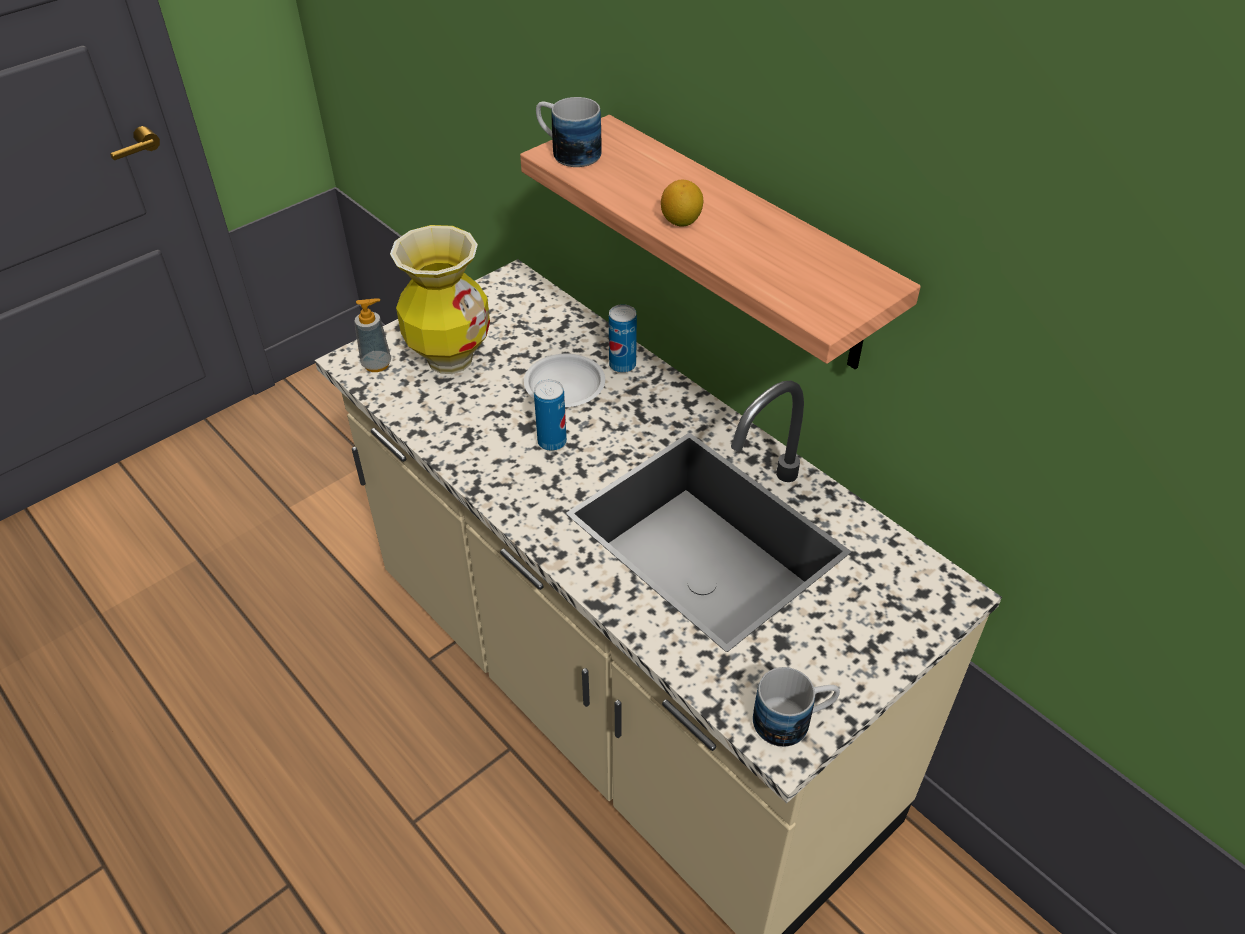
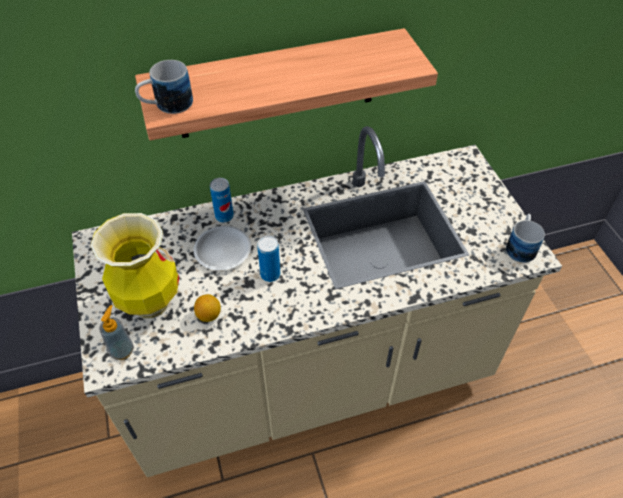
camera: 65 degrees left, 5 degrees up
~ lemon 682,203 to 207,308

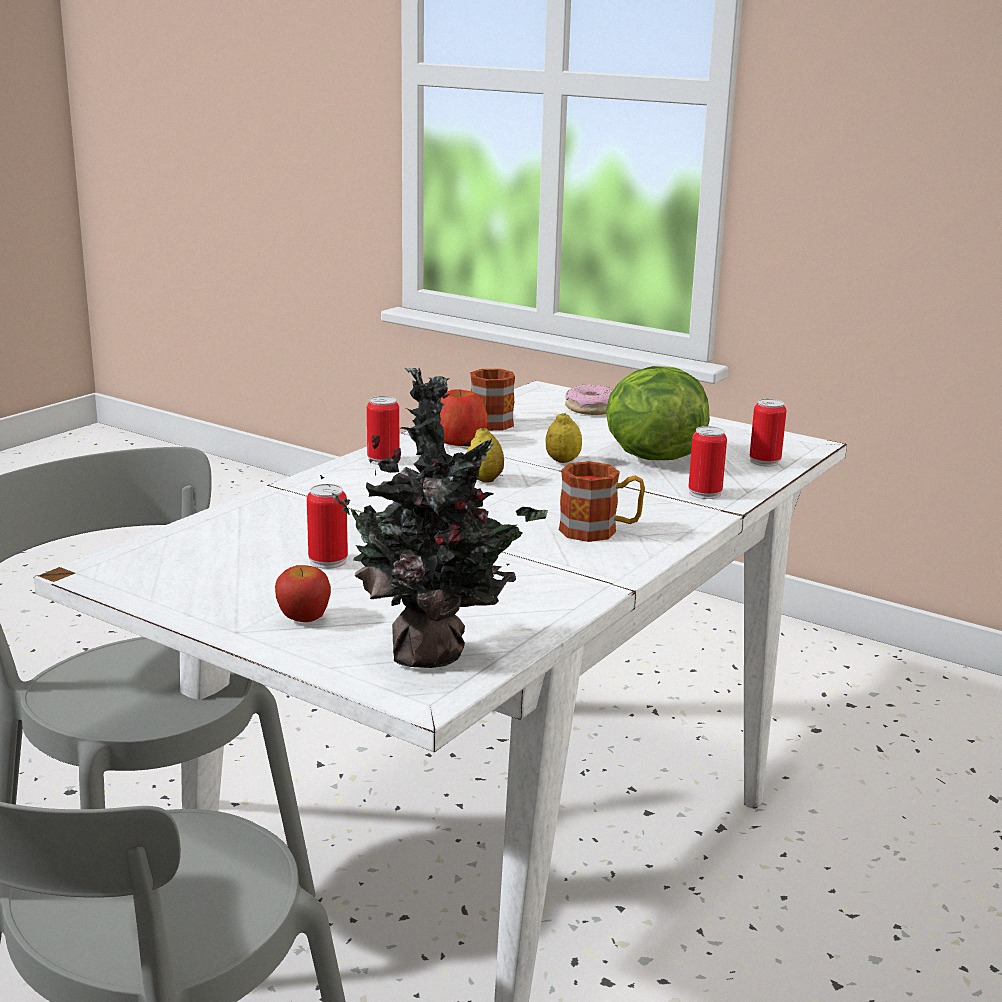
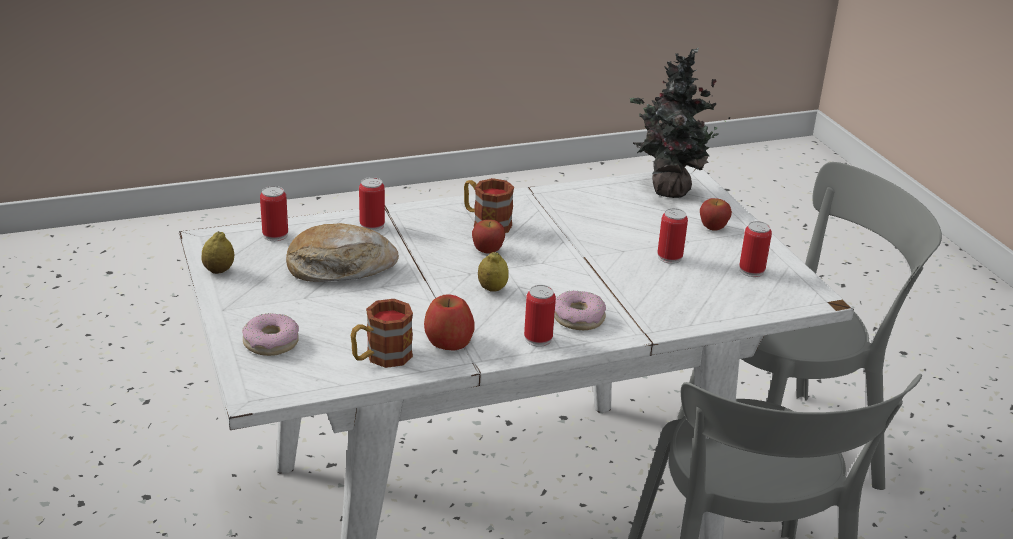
camera: 145 degrees left, 10 degrees up
+ apple fruit 488,237
+ ring doughnut 580,310
+ can 755,249
~ lemon 564,438 to 218,252
~ head of lettuce 658,413 to bakery bread 342,252

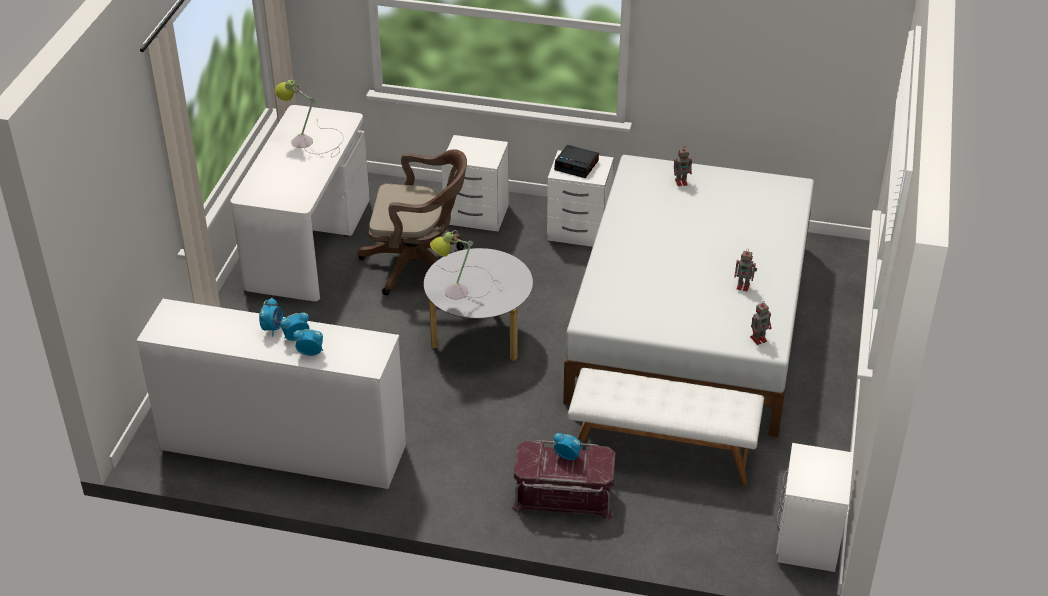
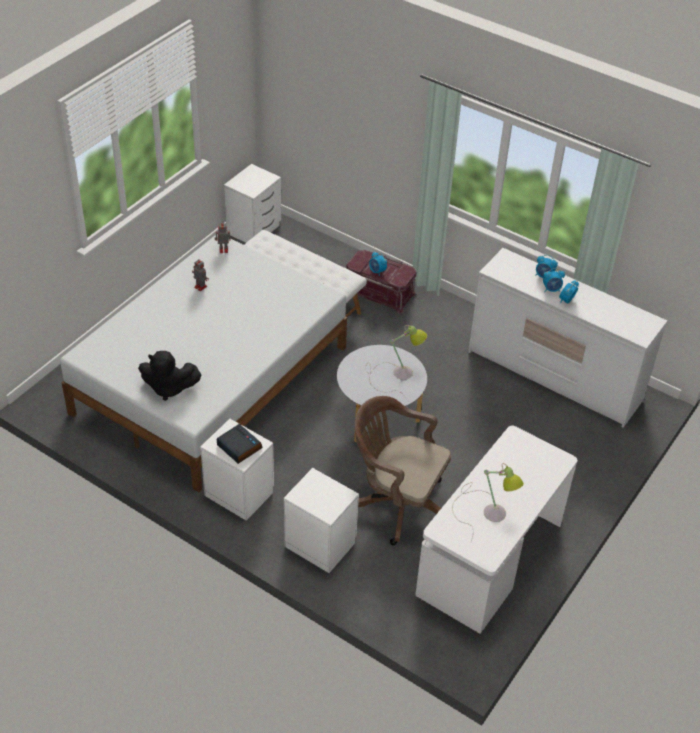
camera: 160 degrees left, 5 degrees up
~ toy robot 683,166 to black cuddly toy 170,376

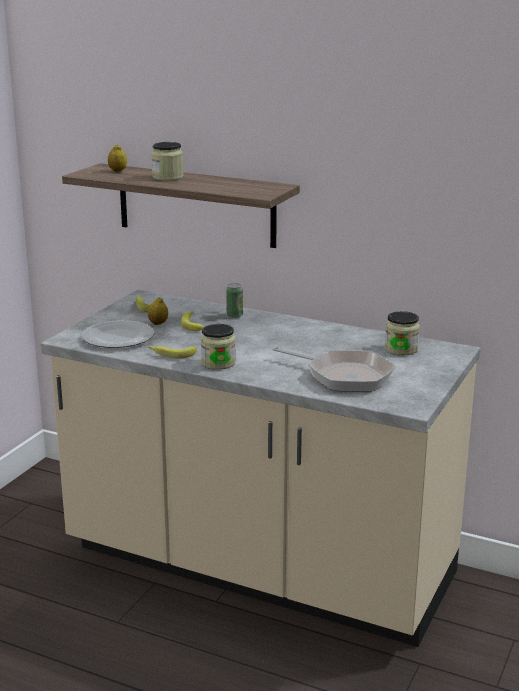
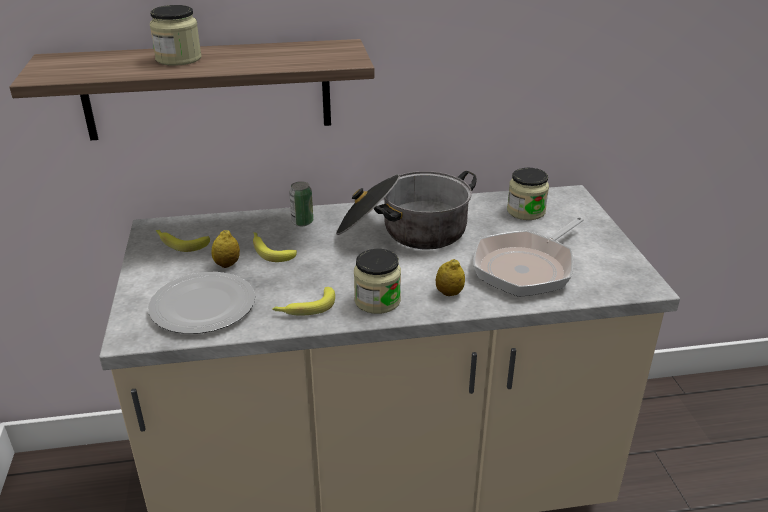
camera: 35 degrees left, 10 degrees up
+ stockpot 406,210
~ lemon 117,158 to 450,277
~ pan 334,369 = 528,257 135 degrees clockwise

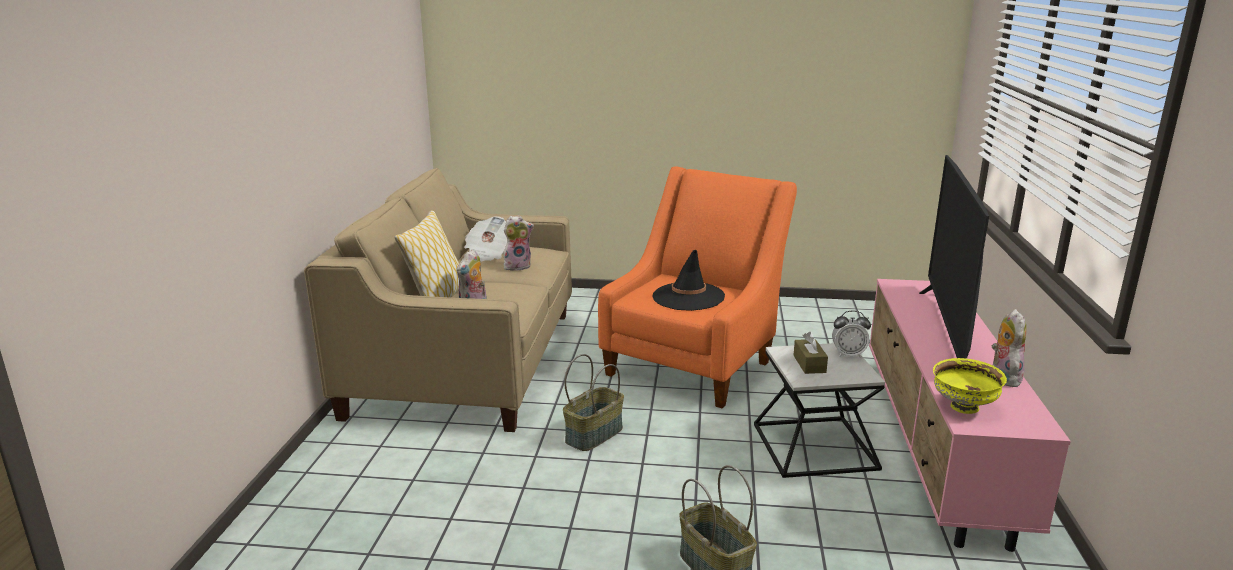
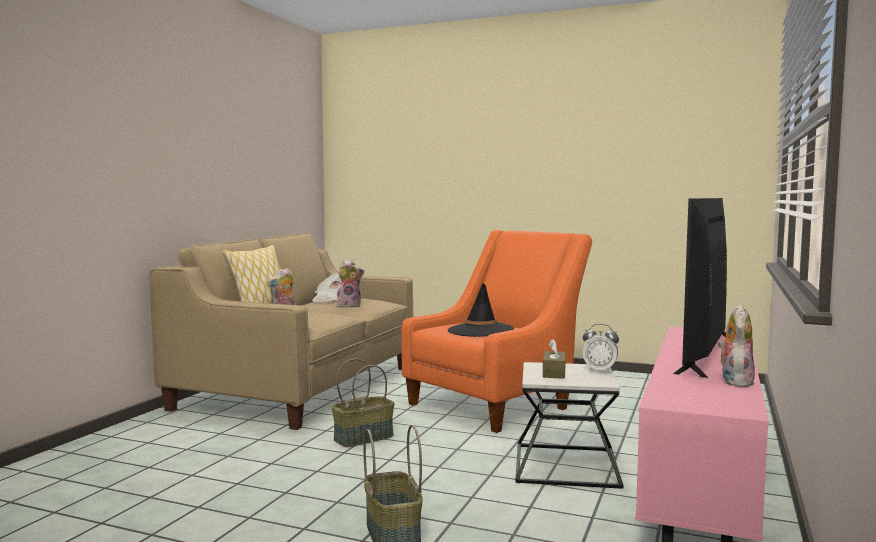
camera: 15 degrees right, 15 degrees down
- yellowish deep dish 970,386

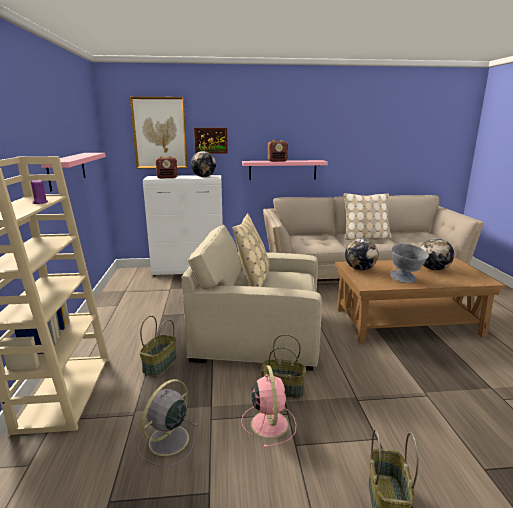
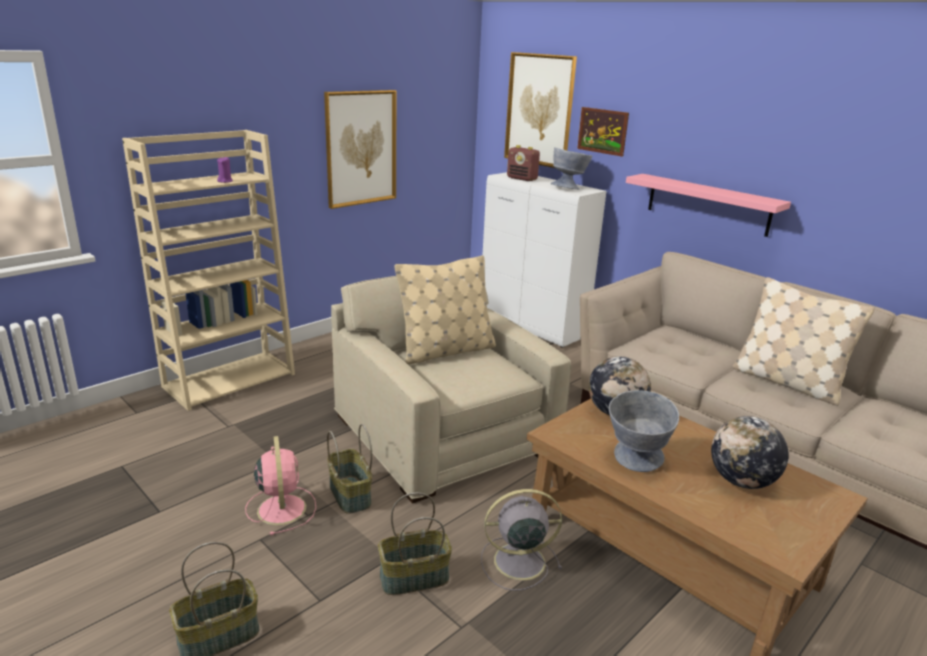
camera: 50 degrees right, 5 degrees up
- radio 278,151
~ gray electric fan 167,422 to 521,540
~ storage basket 158,346 to 415,543
~ pink wall shelf 73,172 to wall art 360,149
~ globe 203,164 to gray deep dish 571,168
~ pink electric fan 268,406 = 280,485 60 degrees counterclockwise

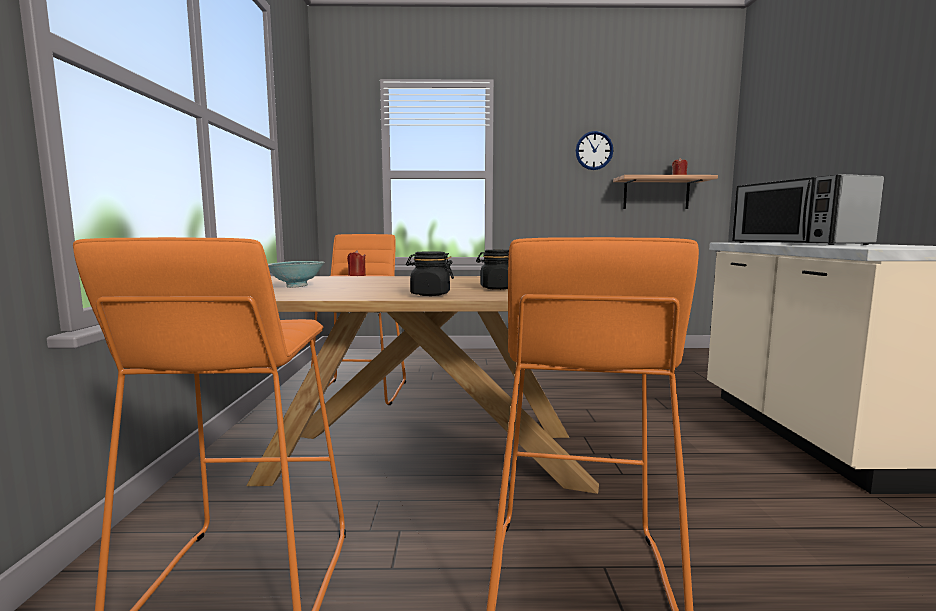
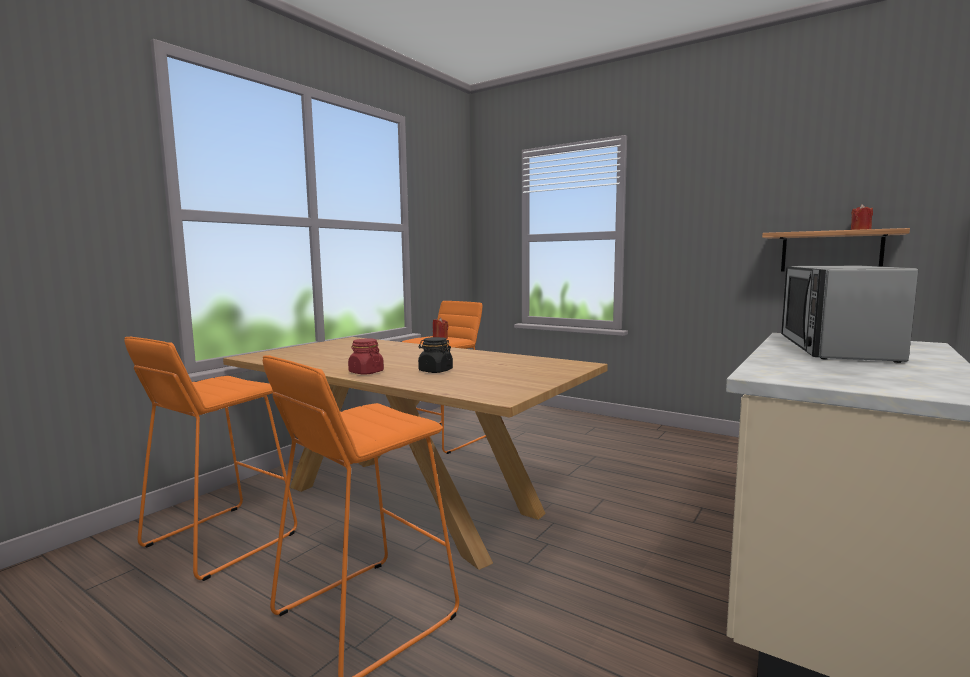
camera: 35 degrees right, 0 degrees up
- deep dish 296,274
- wall clock 594,150
~ black storage jar 430,273 to reddish storage jar 366,356

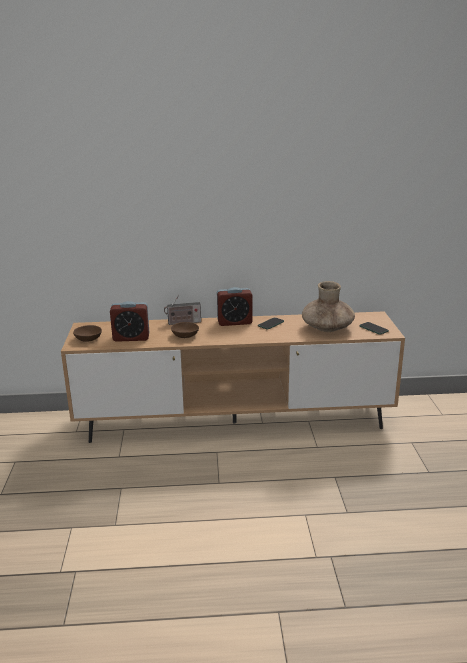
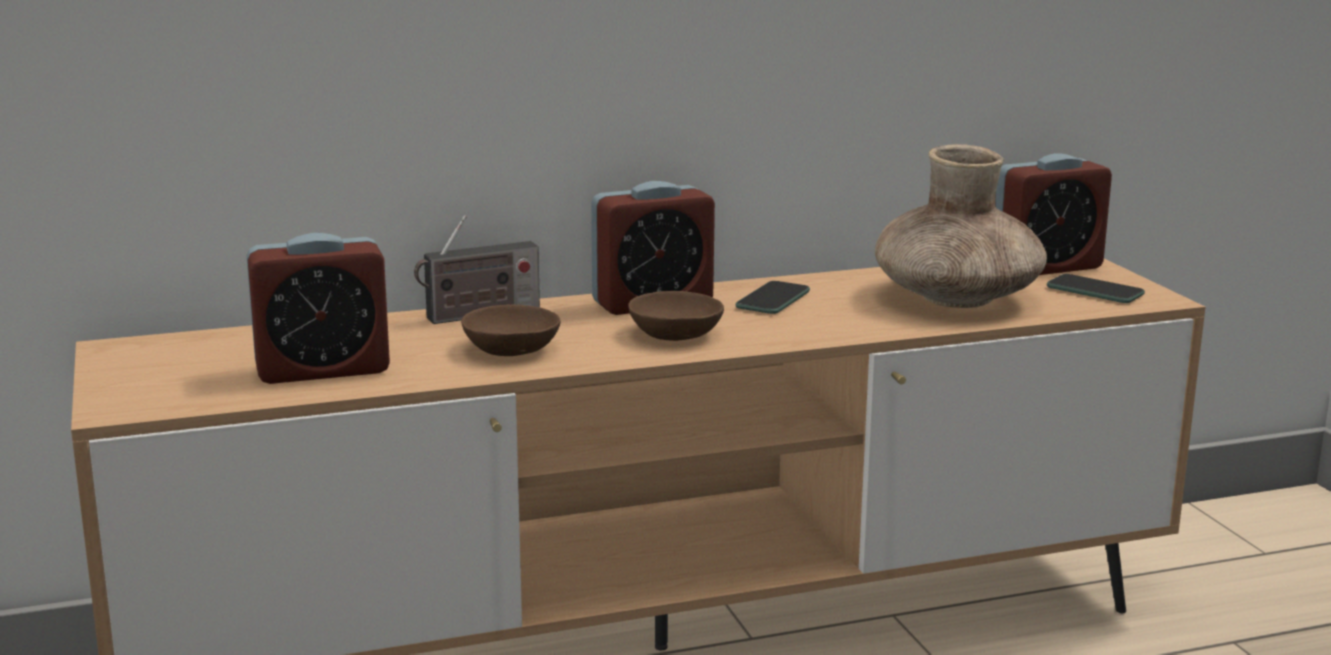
camera: 15 degrees left, 5 degrees down
+ alarm clock 1053,214
~ brown deep dish 87,333 to 676,316

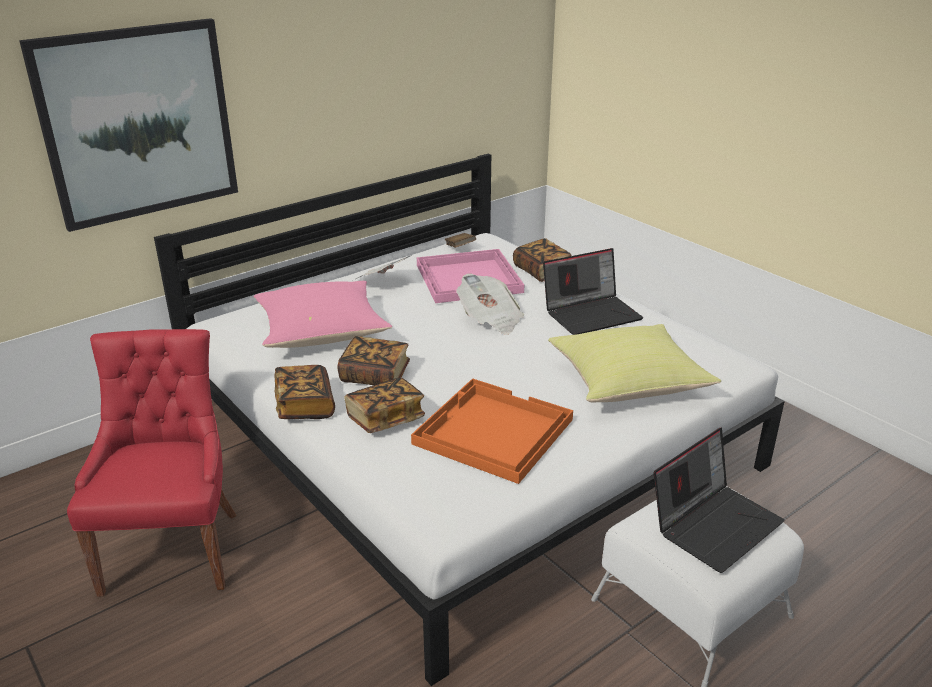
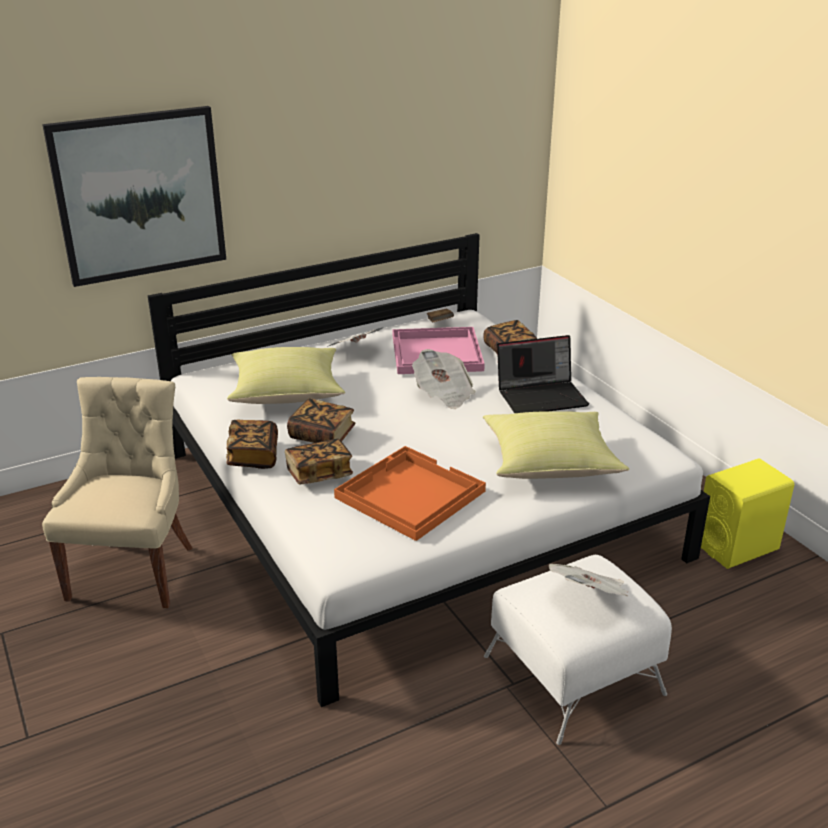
camera: 10 degrees right, 0 degrees up
+ yellowish loudspeaker 748,513
~ laptop 719,500 to newspaper 588,580
~ reddish upright chair 151,463 to sand-coloured upright chair 117,492
~ pink cushion 322,314 to yellowish cushion 286,375

